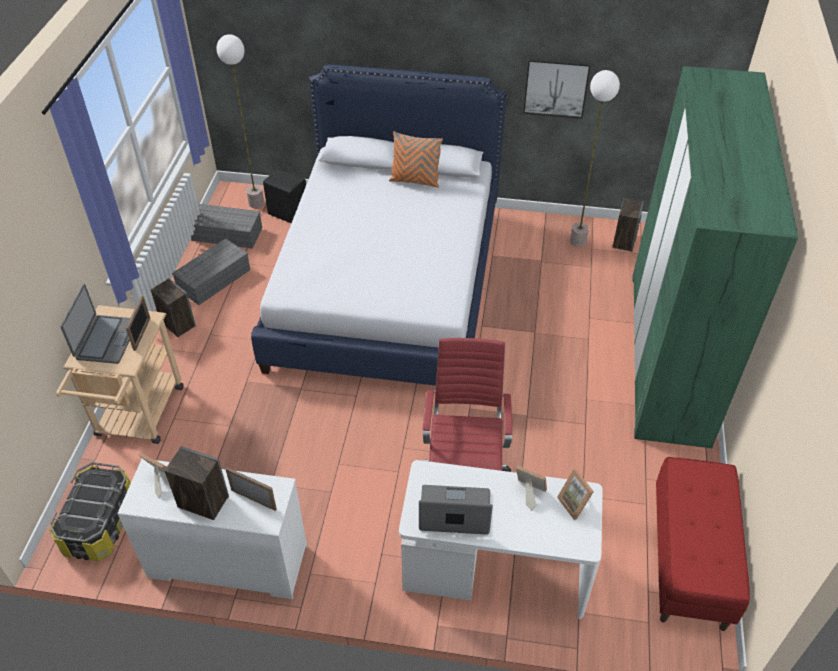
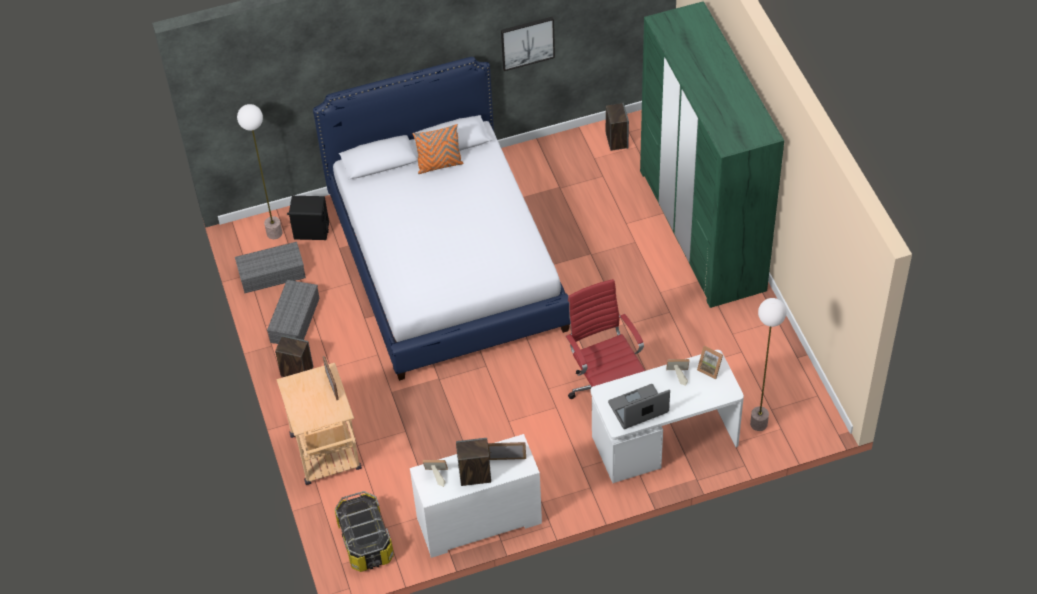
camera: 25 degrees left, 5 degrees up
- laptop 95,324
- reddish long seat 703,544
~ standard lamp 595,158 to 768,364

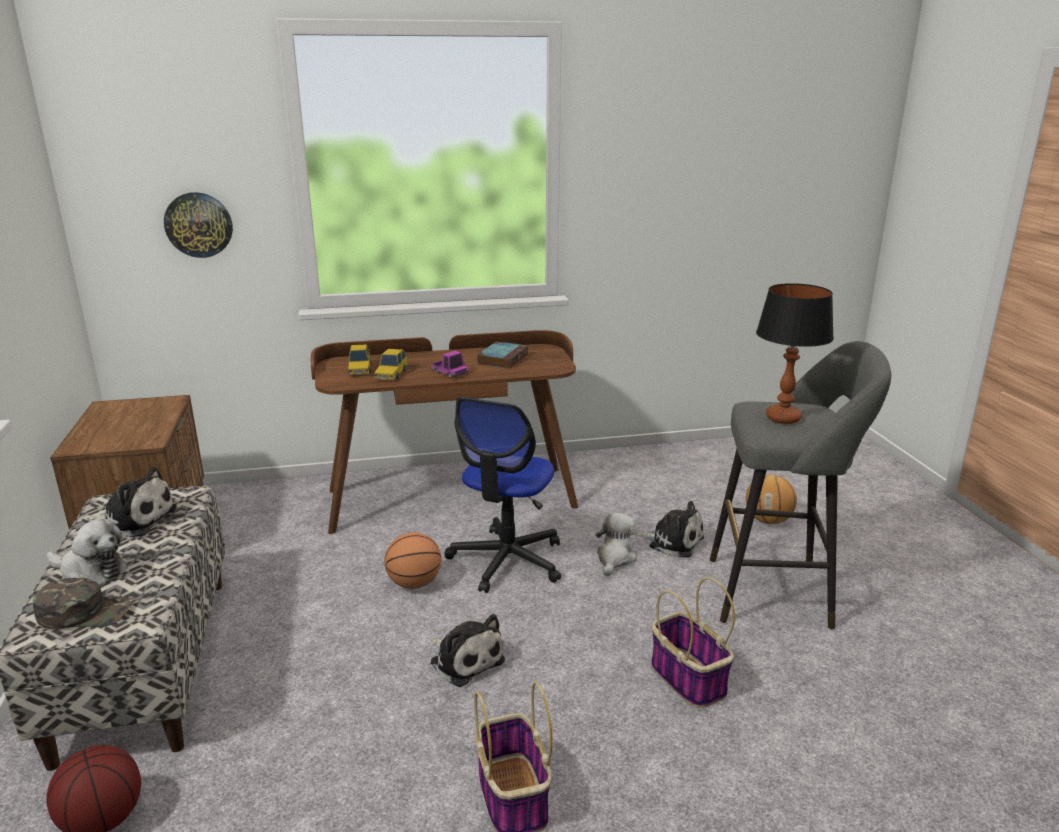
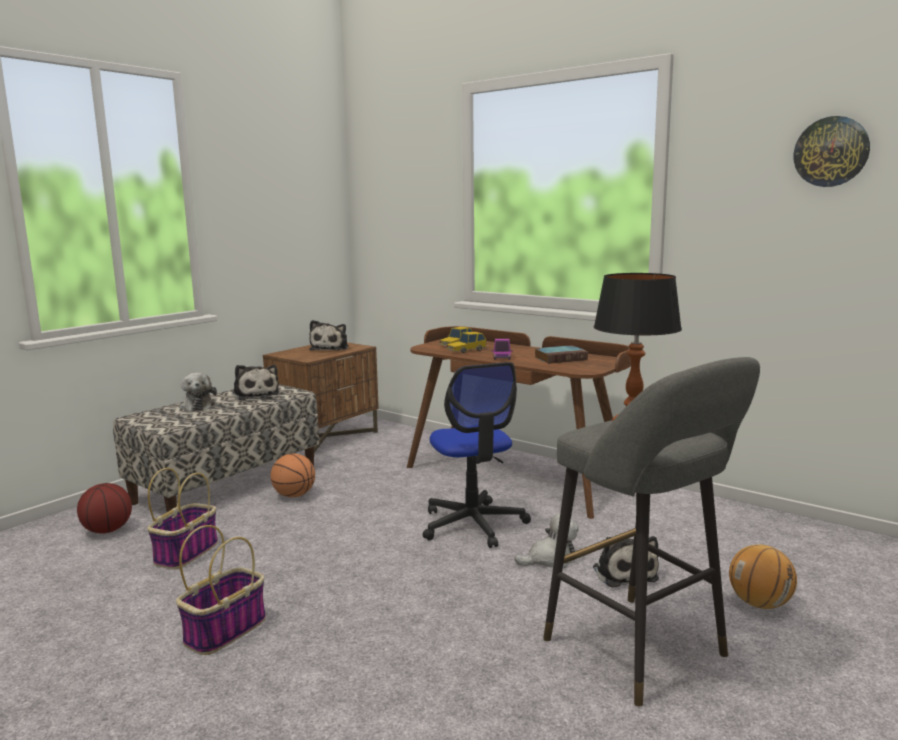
camera: 50 degrees right, 10 degrees down
- green baseball cap 83,603
~ wall clock 198,225 to 832,151
~ ball for basketball 413,560 to 292,475
~ cuddly toy 468,650 to 329,335
~ storage basket 693,642 to 182,518
~ desk chair 502,495 = 477,455 90 degrees counterclockwise

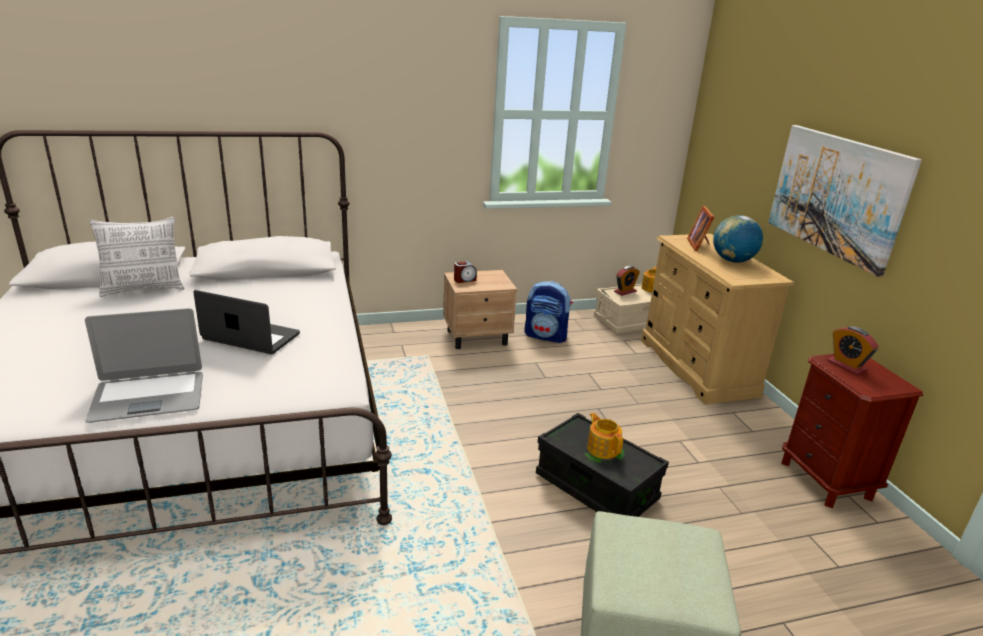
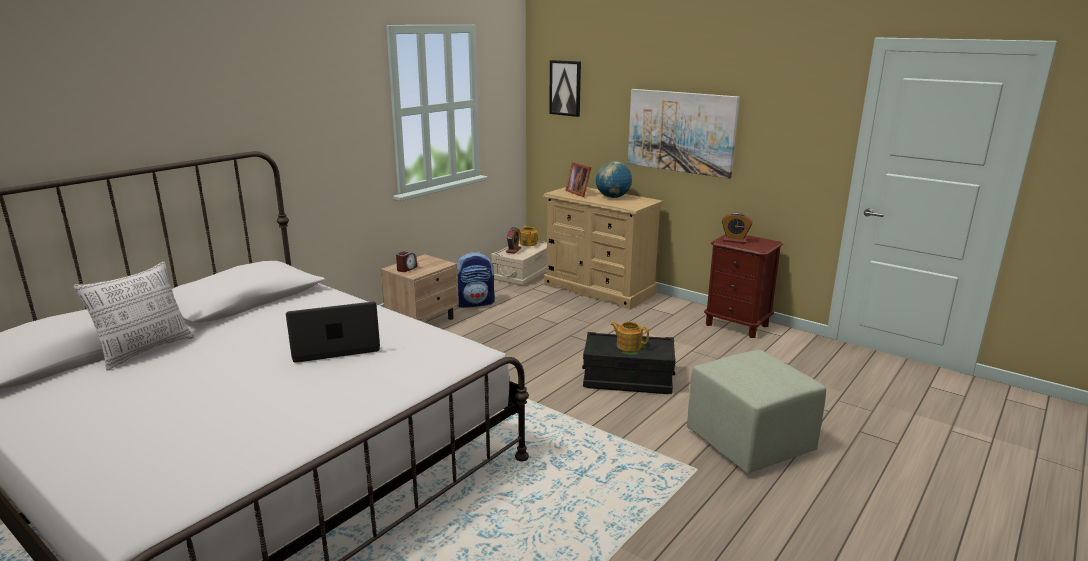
camera: 35 degrees left, 5 degrees down
- laptop 144,365
+ wall art 565,88

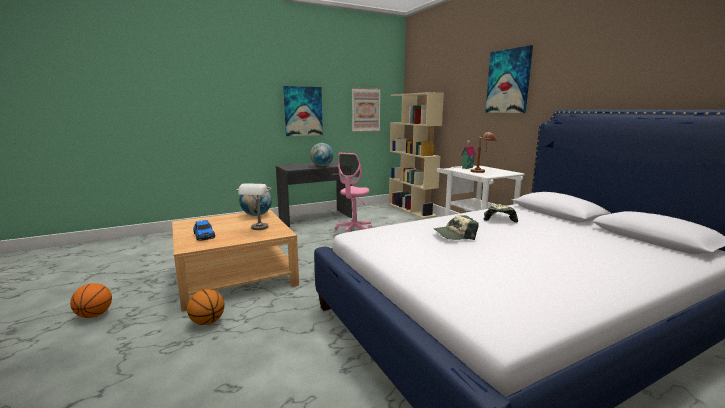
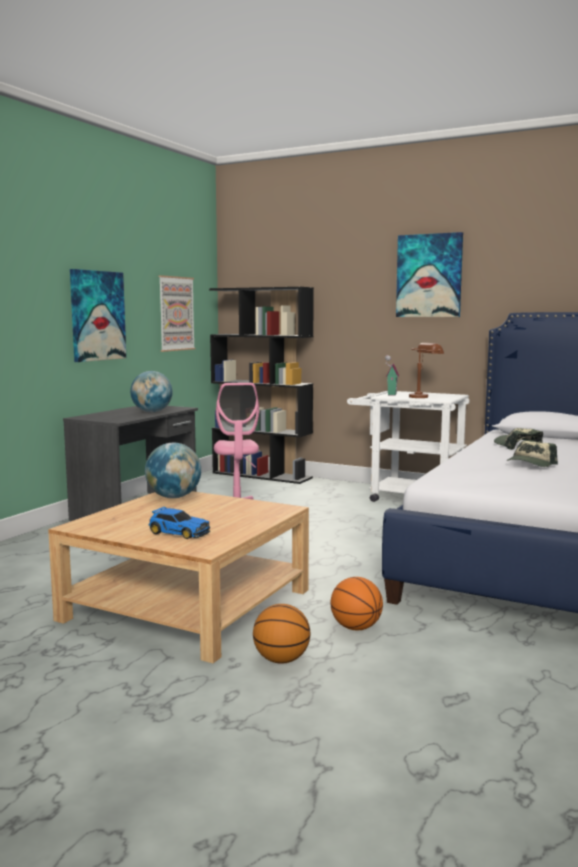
camera: 35 degrees left, 5 degrees down
- gray table lamp 254,207
~ ball for basketball 91,300 to 356,603
~ sand-coloured bookcase 416,155 to black bookcase 261,385

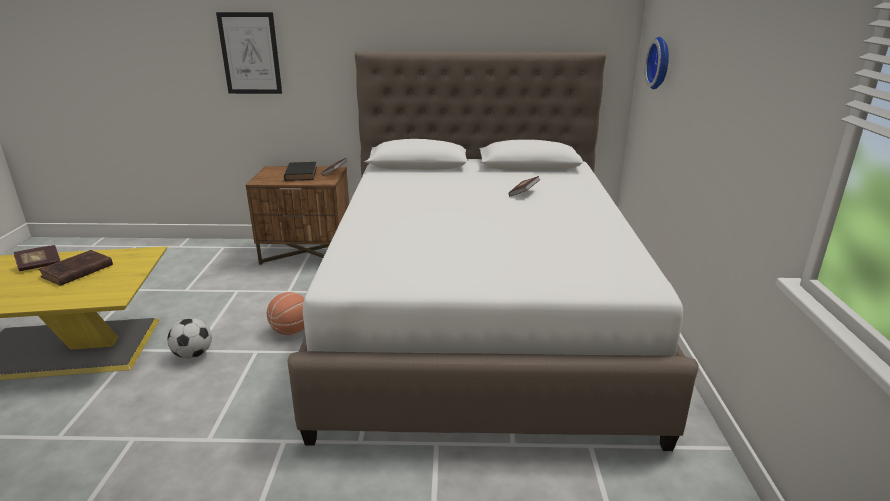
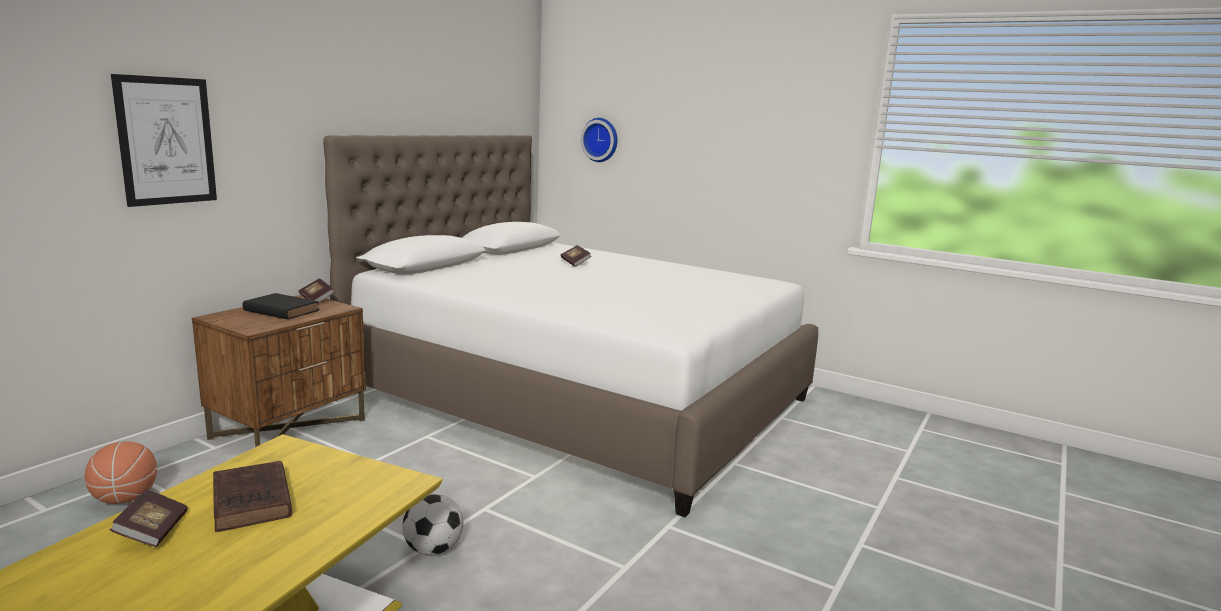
camera: 60 degrees left, 10 degrees down
~ ball for basketball 285,313 to 121,472

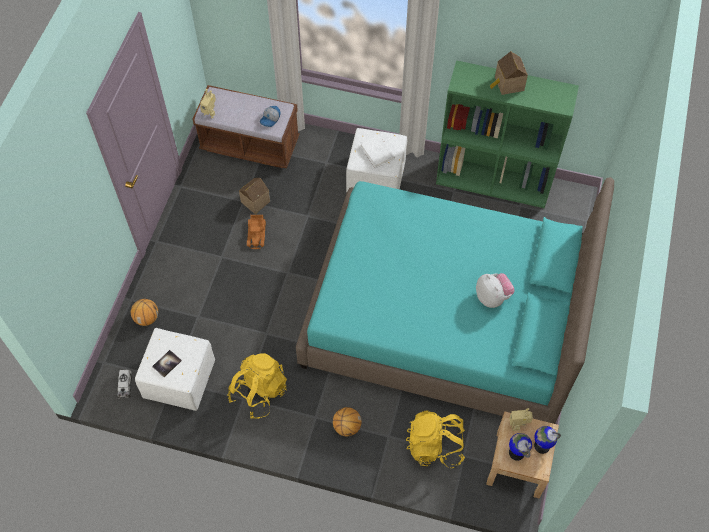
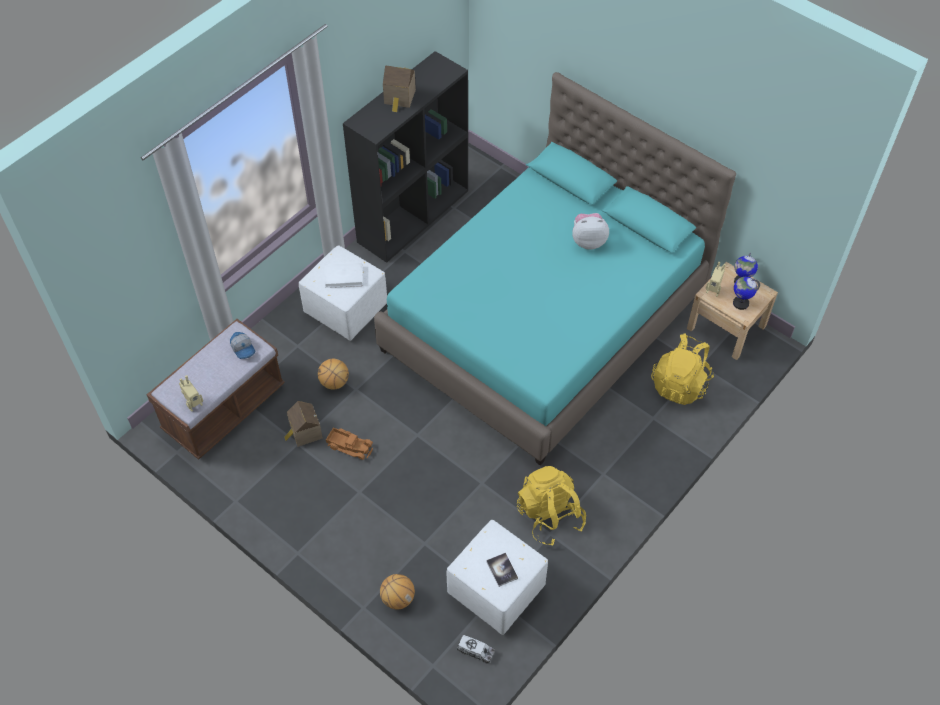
camera: 65 degrees left, 5 degrees down
~ ball for basketball 347,421 to 333,374
~ green bookcase 507,134 to black bookcase 405,157

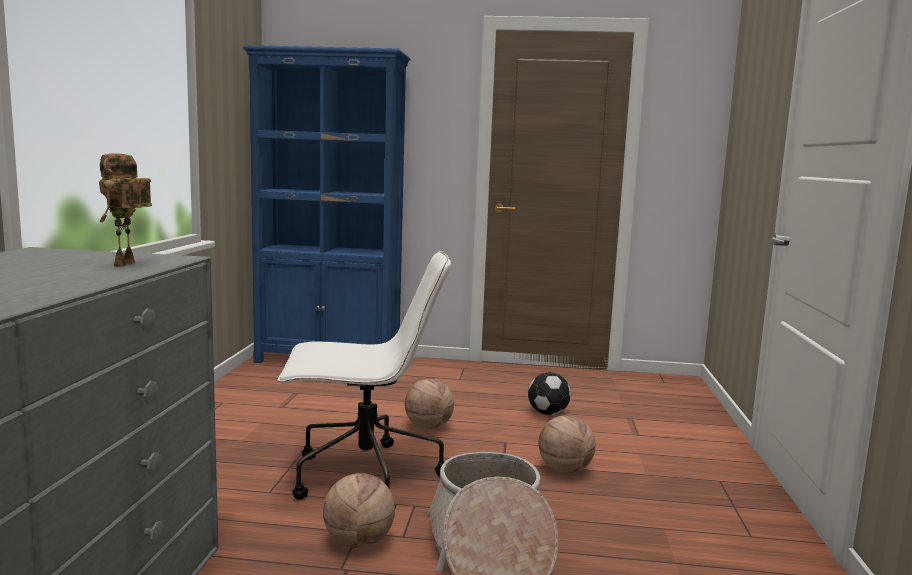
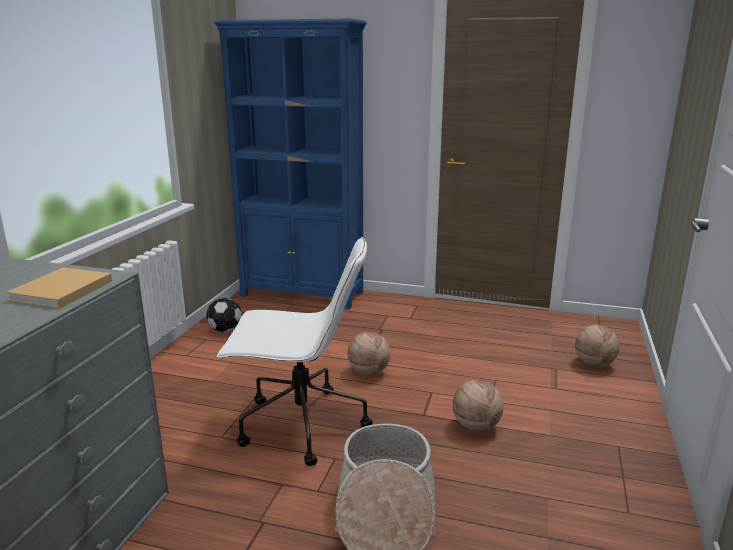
camera: 10 degrees right, 10 degrees up
~ ball for basketball 359,510 to 597,346
~ ball for football 549,393 to 224,315
~ toy robot 125,210 to sand-coloured book 59,288

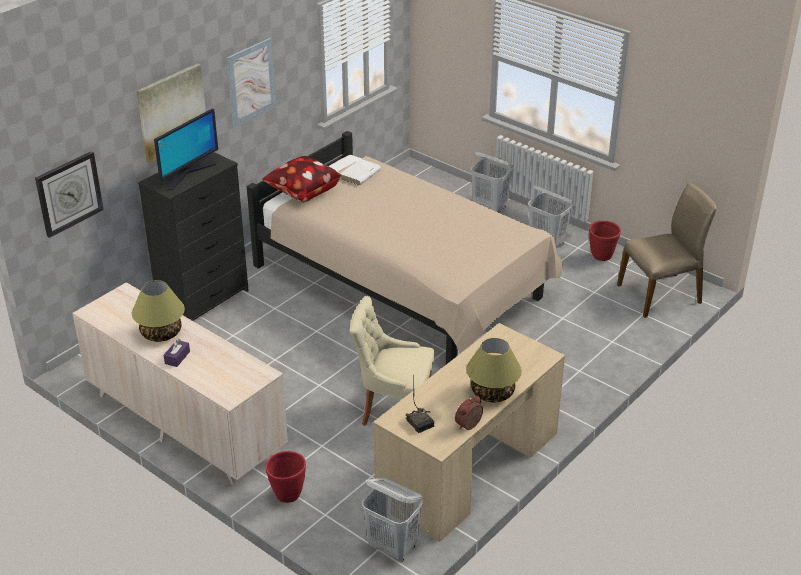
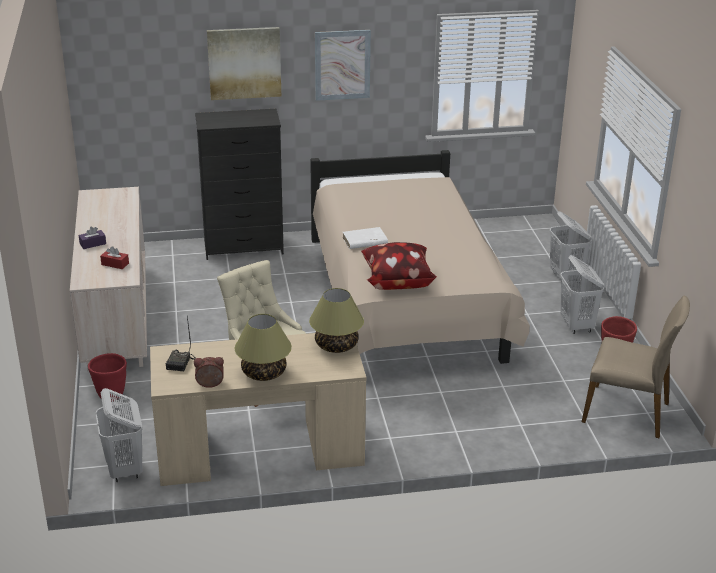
camera: 40 degrees right, 5 degrees down
- wall clock 69,194
- monitor 186,149
+ reddish box of tissues 114,257
~ table lamp 158,311 to 336,320
~ cushion 301,179 to 399,266
~ whitish book 360,172 to 365,238

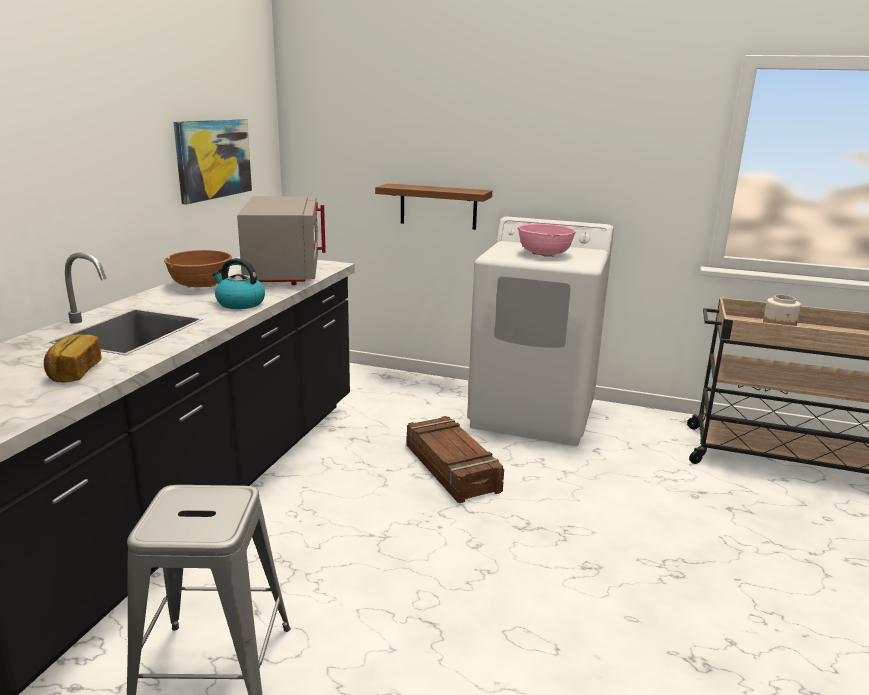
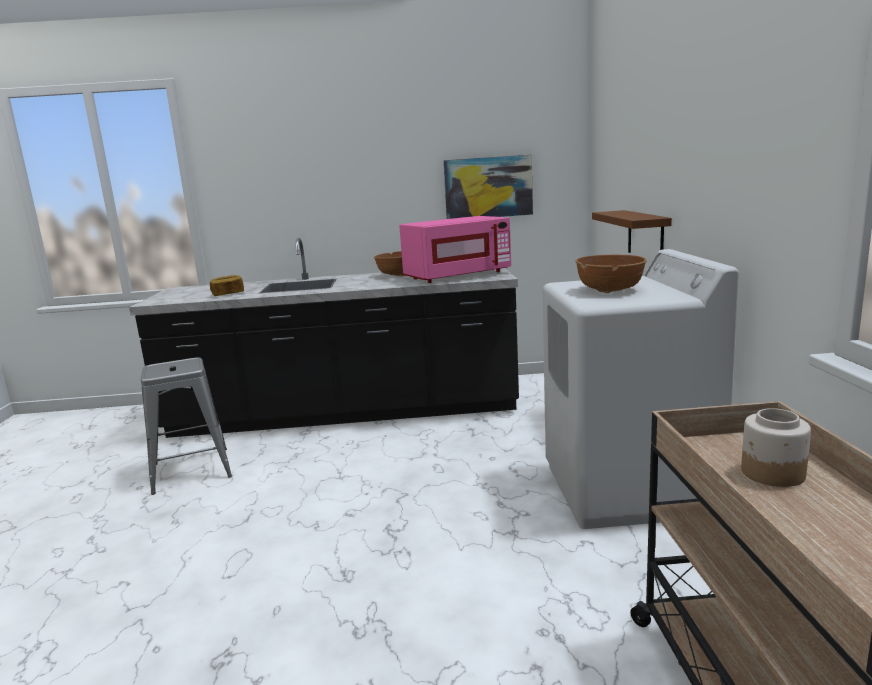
camera: 70 degrees right, 5 degrees down
- water kettle 238,283
- crate 455,459
~ gray microwave oven 281,240 to pink microwave oven 455,249
~ pink deep dish 547,240 to brown deep dish 611,274

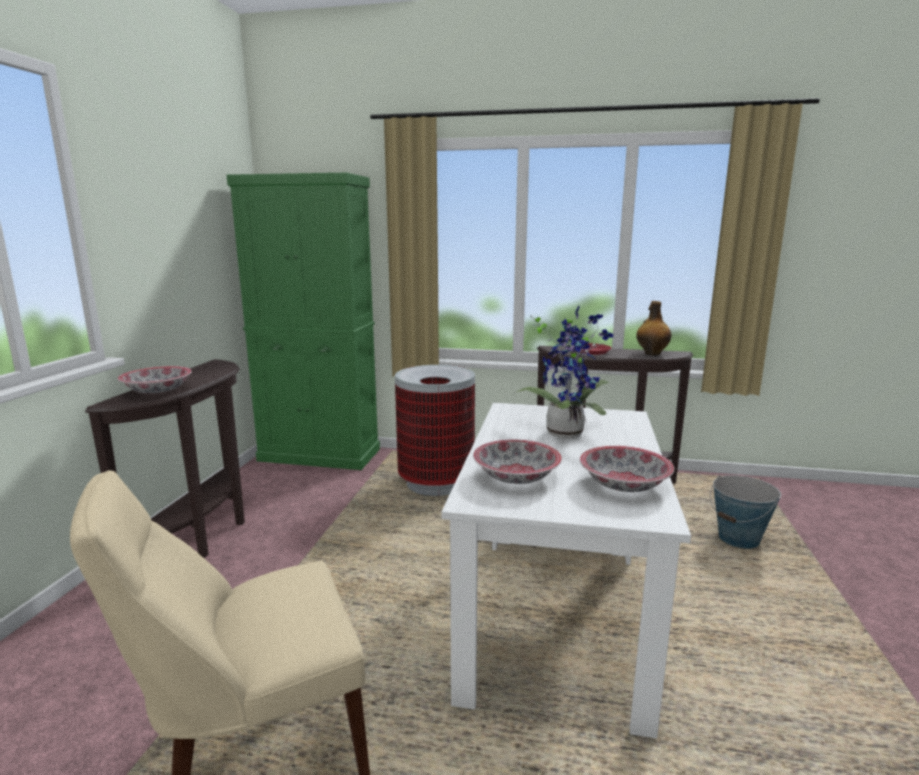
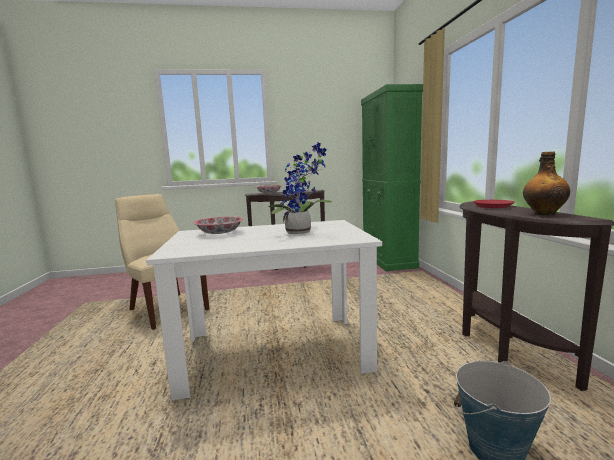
camera: 70 degrees right, 5 degrees down
- waste bin 435,430
- deep dish 627,469

